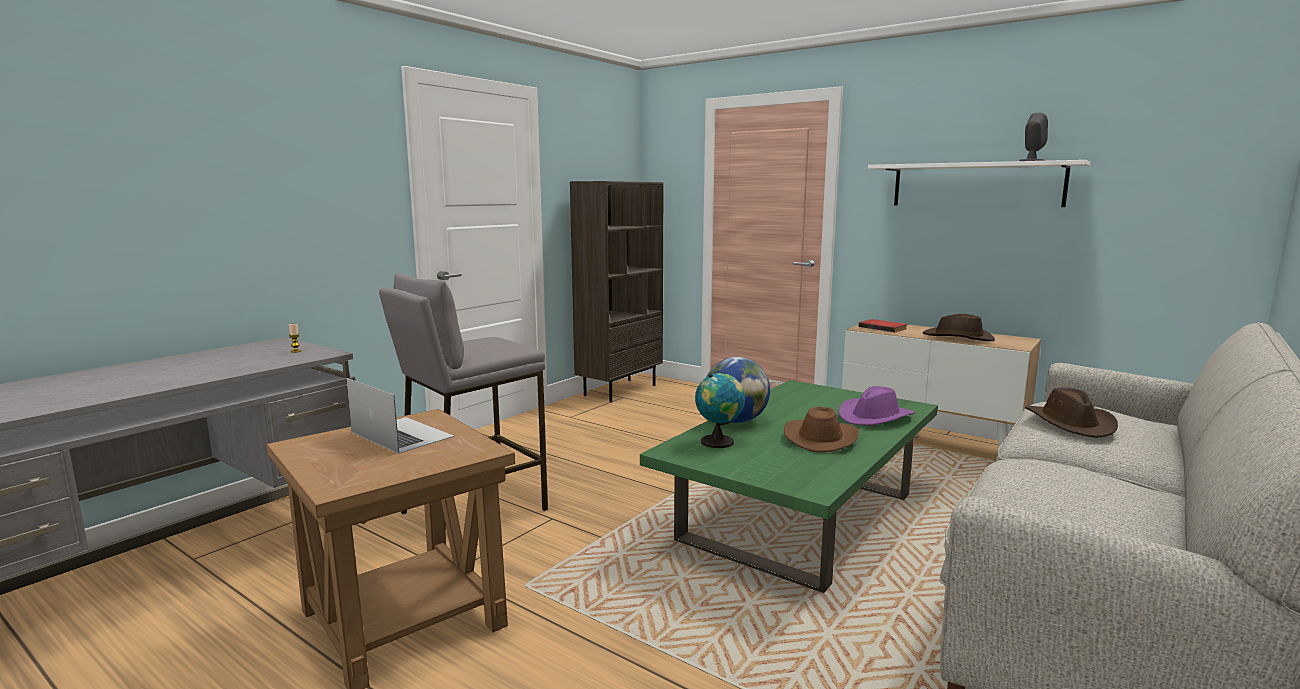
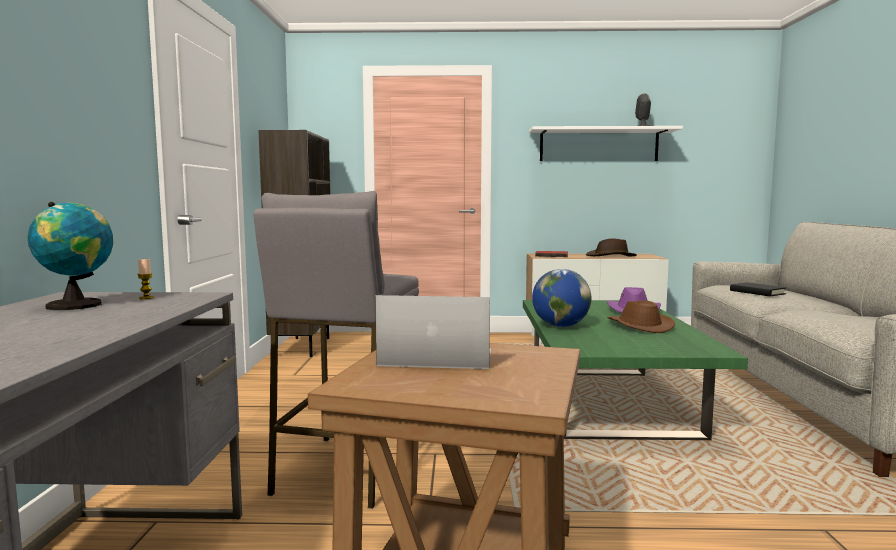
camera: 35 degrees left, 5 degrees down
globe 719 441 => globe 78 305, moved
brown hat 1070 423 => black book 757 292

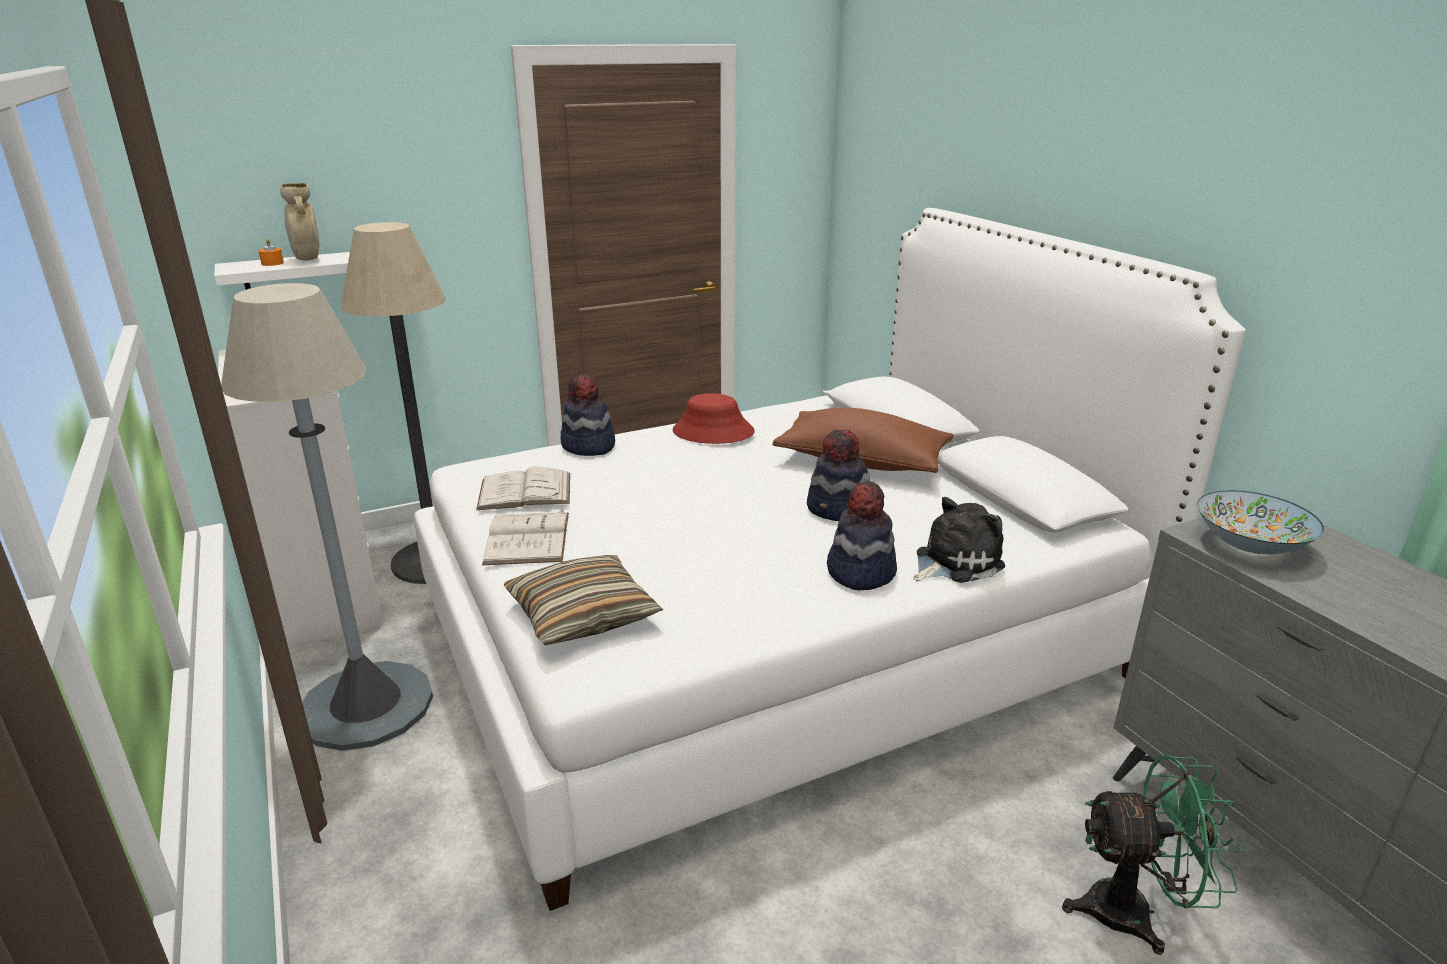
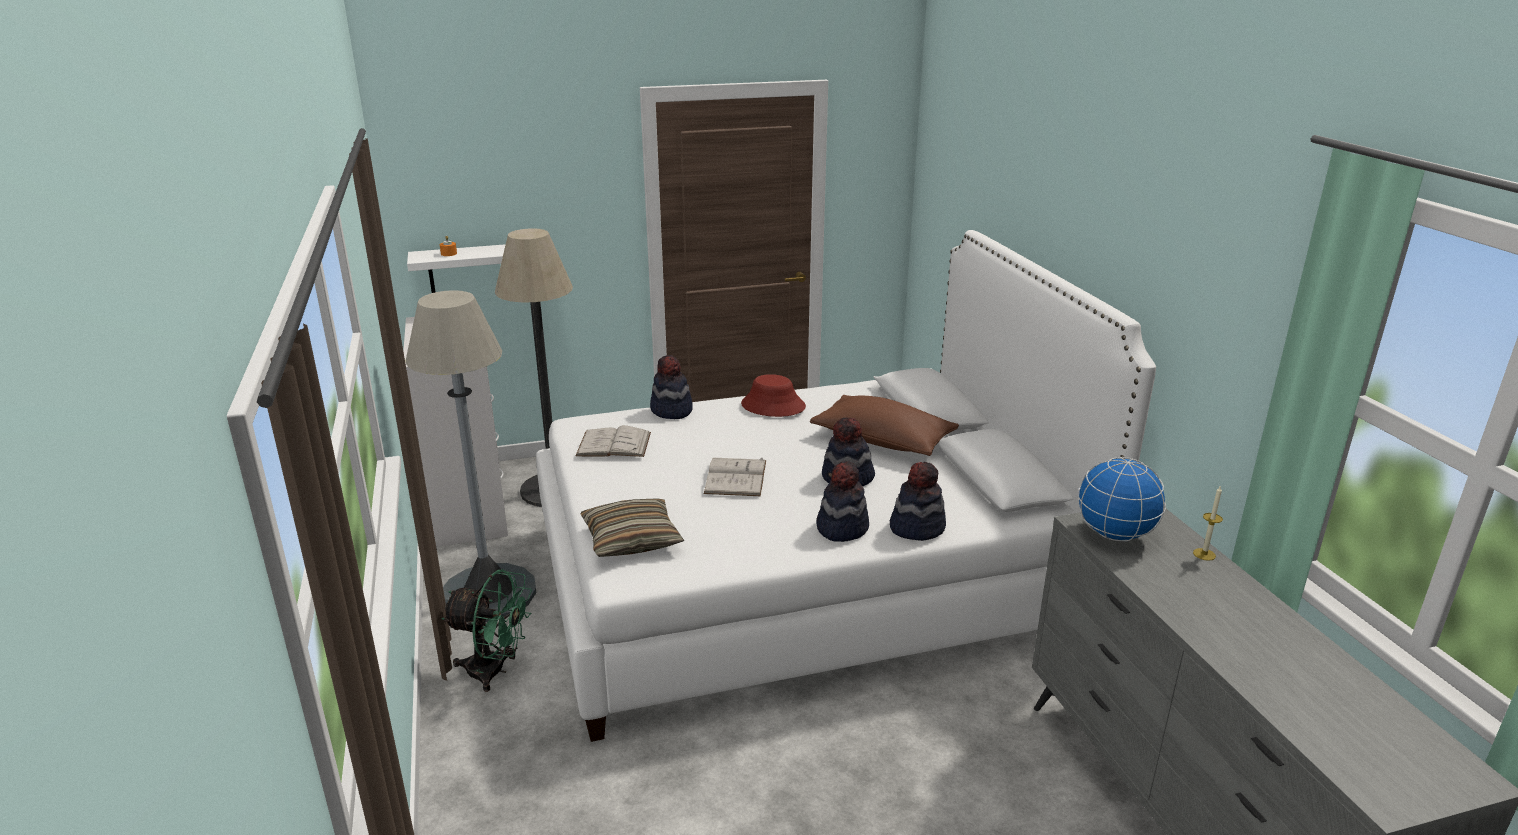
camera: 10 degrees right, 0 degrees up
beige vase 308 259 => nothing
bowl 1250 545 => globe 1114 534
plush toy 954 562 => hat 916 527
white book 527 538 => white book 735 477, moved
green fan 1135 912 => green fan 495 671, moved
nothing => candle 1204 554

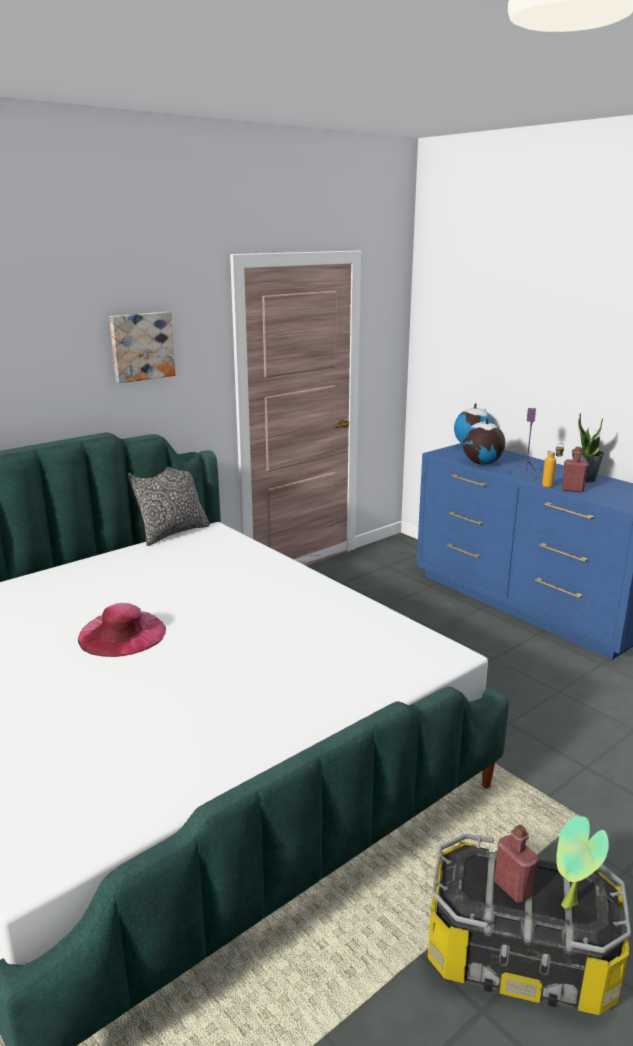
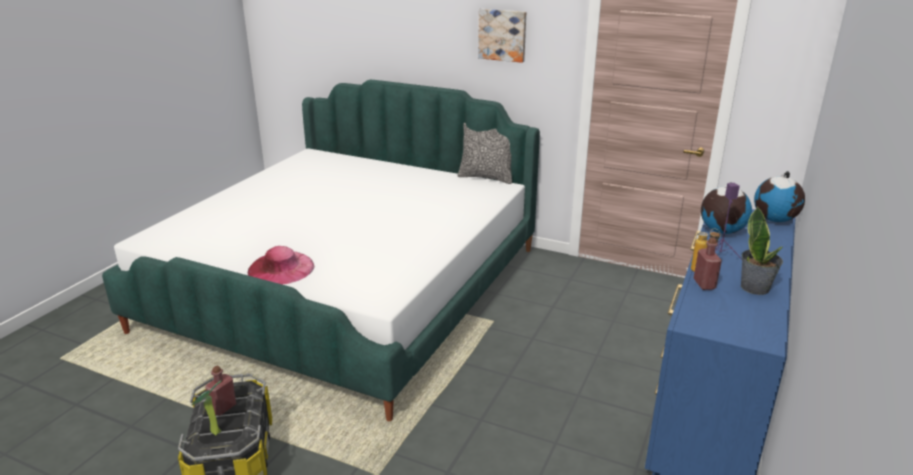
camera: 65 degrees right, 5 degrees up
pink hat 122 633 => pink hat 281 268, moved

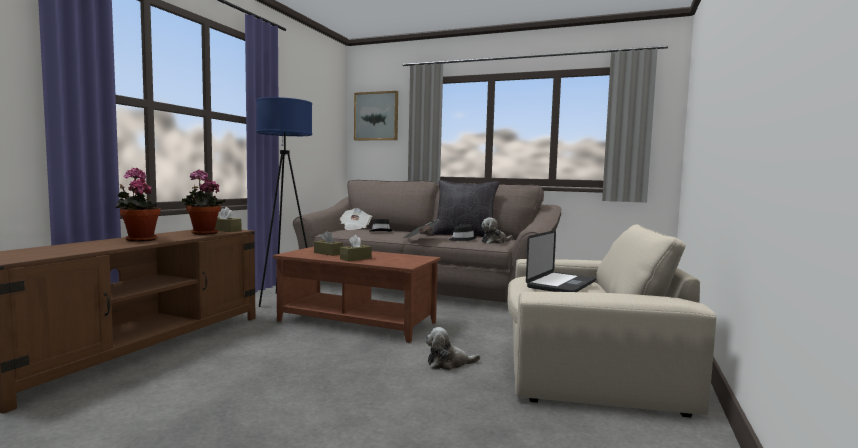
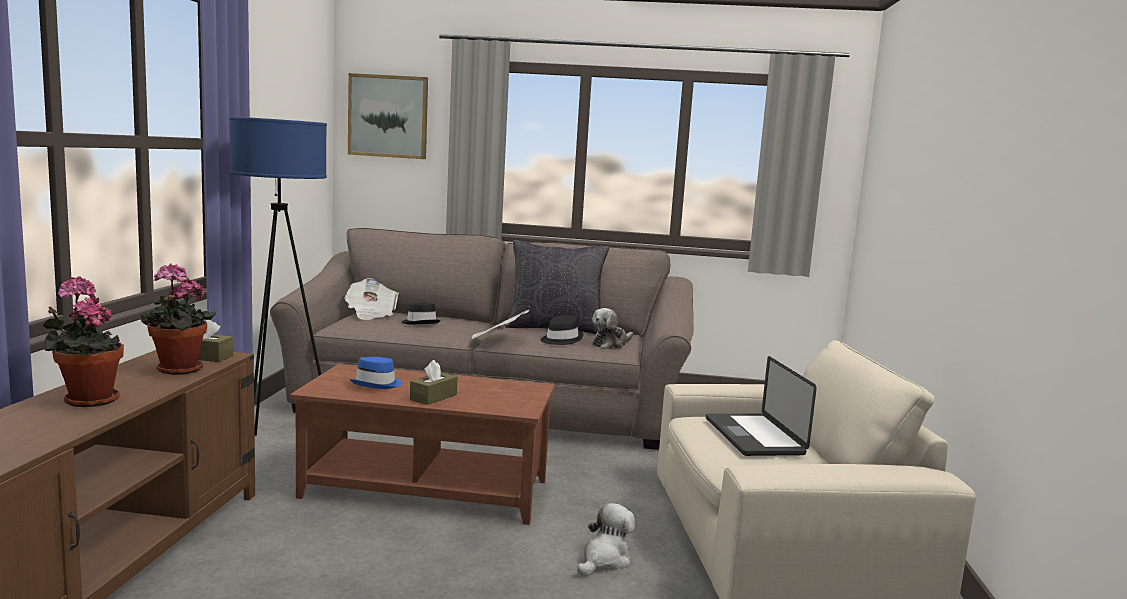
camera: 15 degrees left, 5 degrees up
laptop 561 284 => laptop 753 436, 150 degrees clockwise
brown tissue box 328 253 => blue hat 377 384
plush toy 448 363 => plush toy 605 560, 150 degrees clockwise

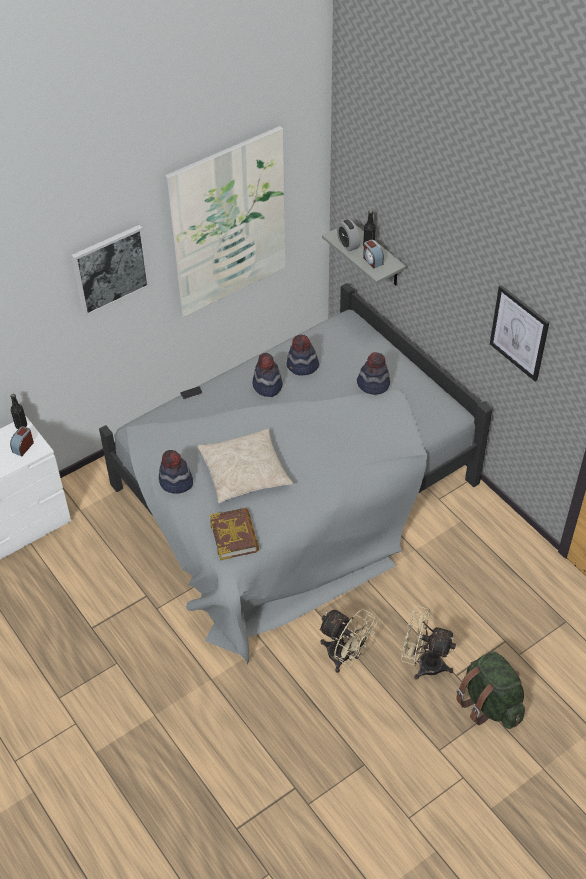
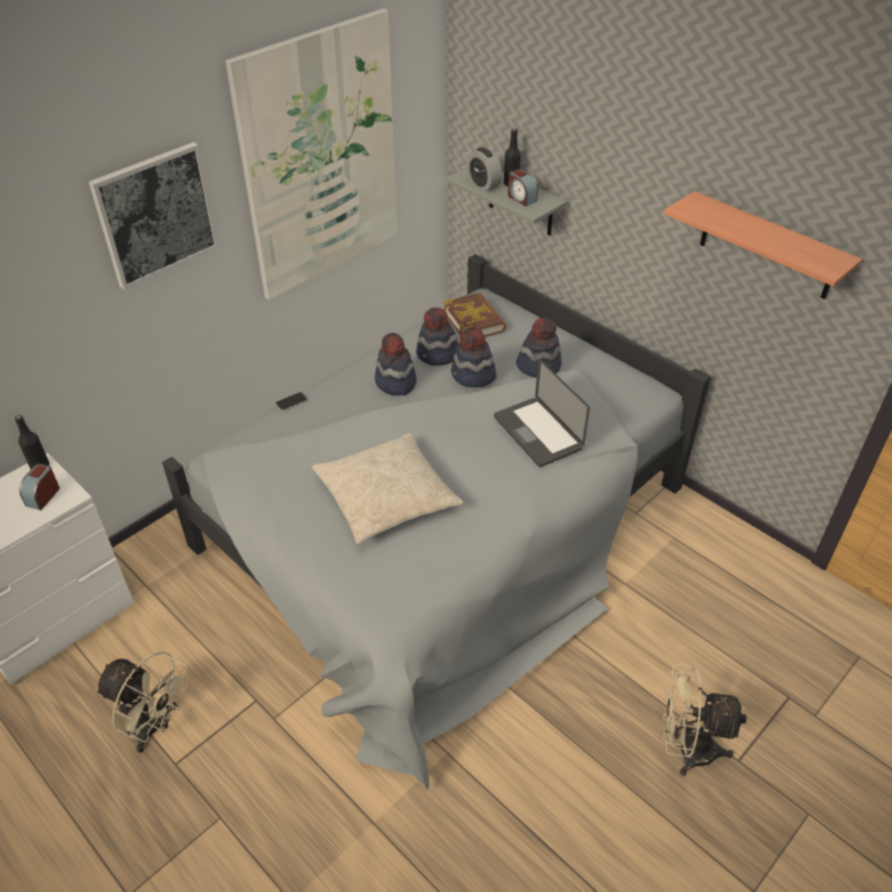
camera: 10 degrees left, 5 degrees down
picture 519 333 => shelf 767 247
hat 176 482 => hat 473 376, moved
book 234 536 => book 474 321, moved
beige fan 345 657 => beige fan 154 726, moved
green backpack 490 704 => nothing
nothing => laptop 537 433

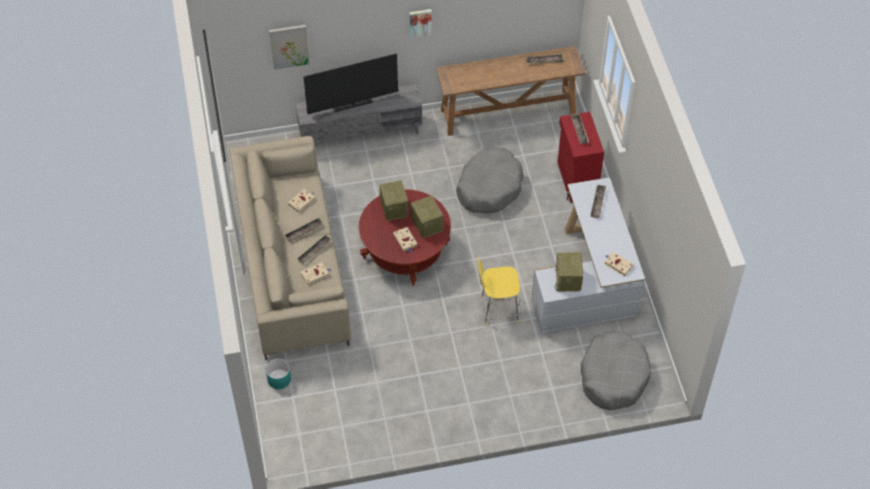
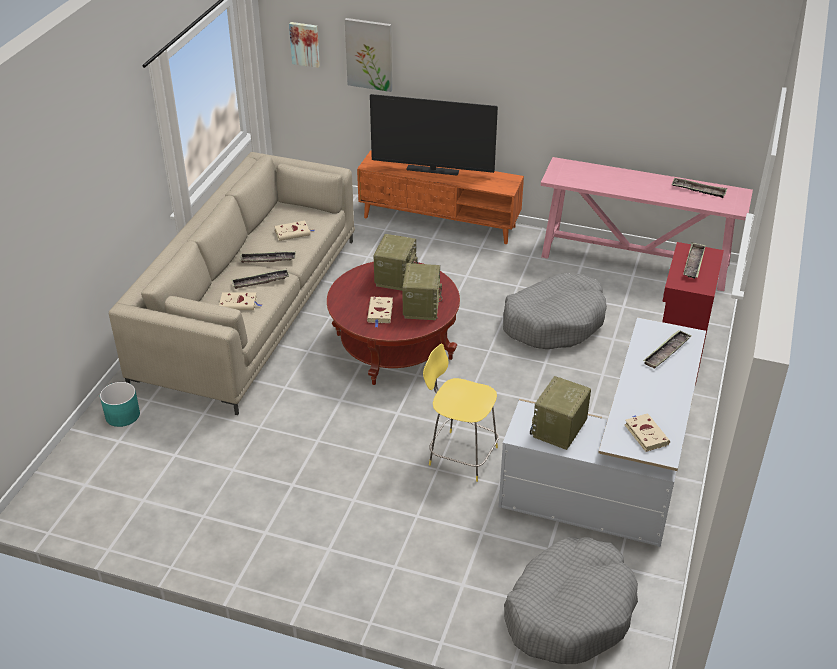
camera: 30 degrees right, 15 degrees down
picture 420 22 => picture 305 44, moved
brown console table 509 112 => pink console table 636 260
grey tv stand 360 132 => orange tv stand 440 221

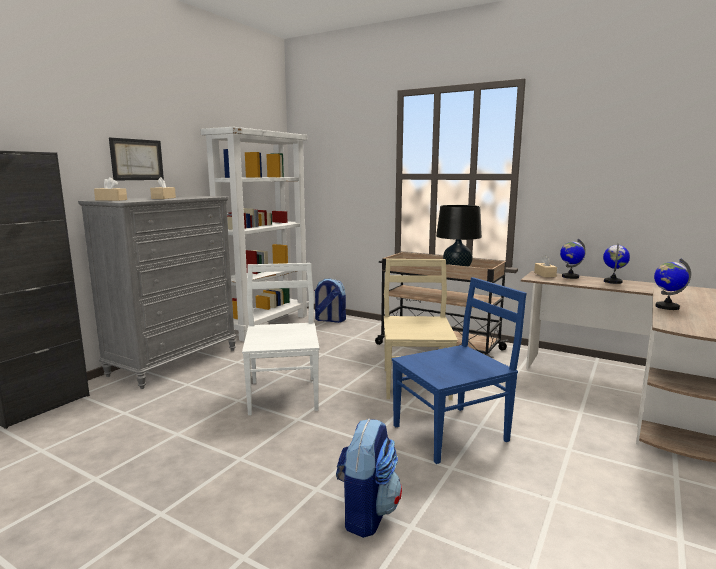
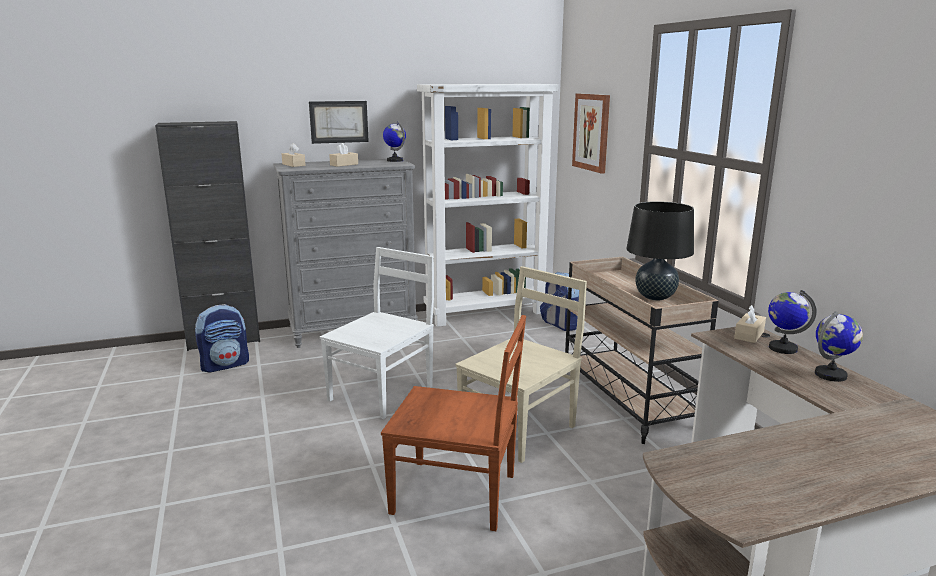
camera: 40 degrees right, 5 degrees up
globe 666 307 => globe 395 160, moved
blue chair 452 432 => brown chair 457 495
backpack 366 513 => backpack 225 365, moved
nothing => picture 591 132

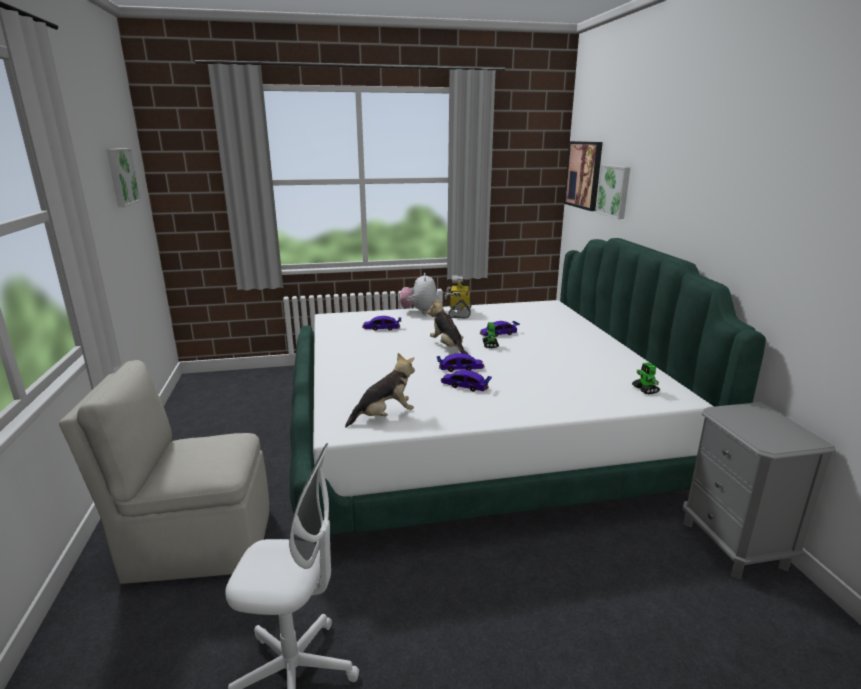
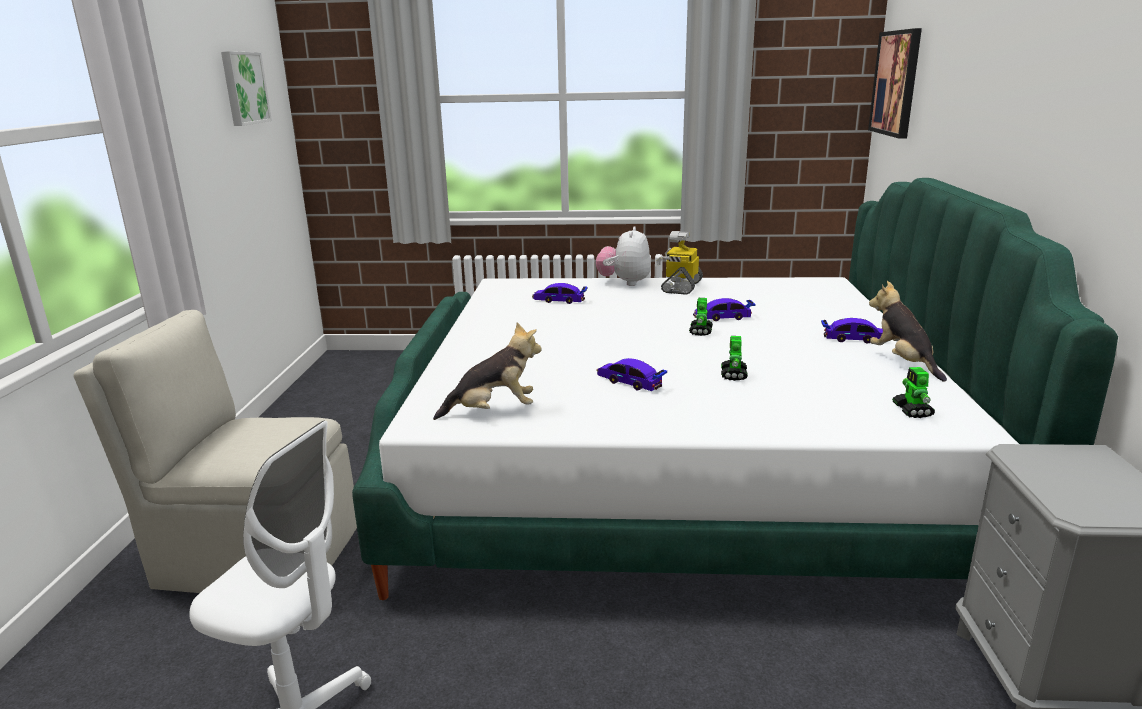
camera: 15 degrees right, 0 degrees up
picture 614 191 => nothing
plush toy 447 347 => plush toy 903 362, moved
toy car 460 368 => toy car 854 339, moved
nothing => toy robot 733 375

